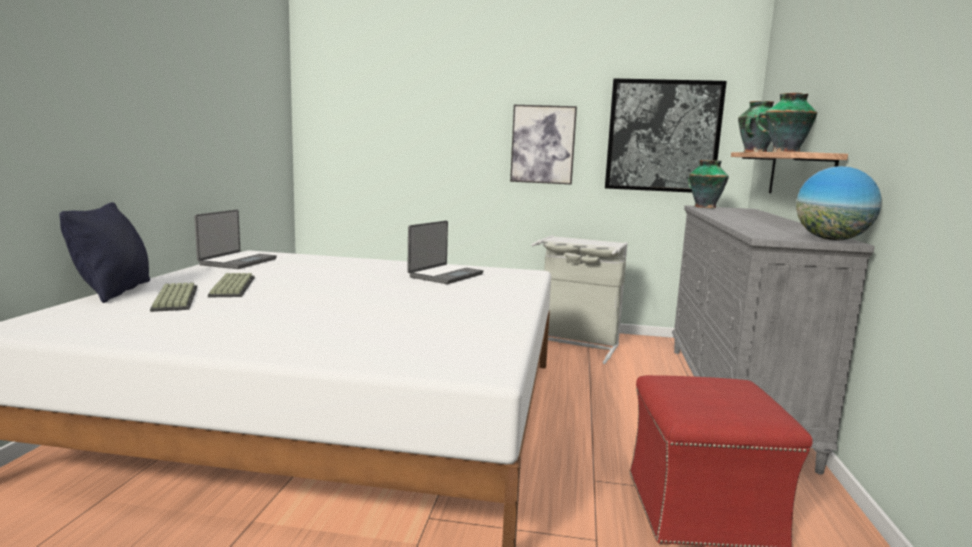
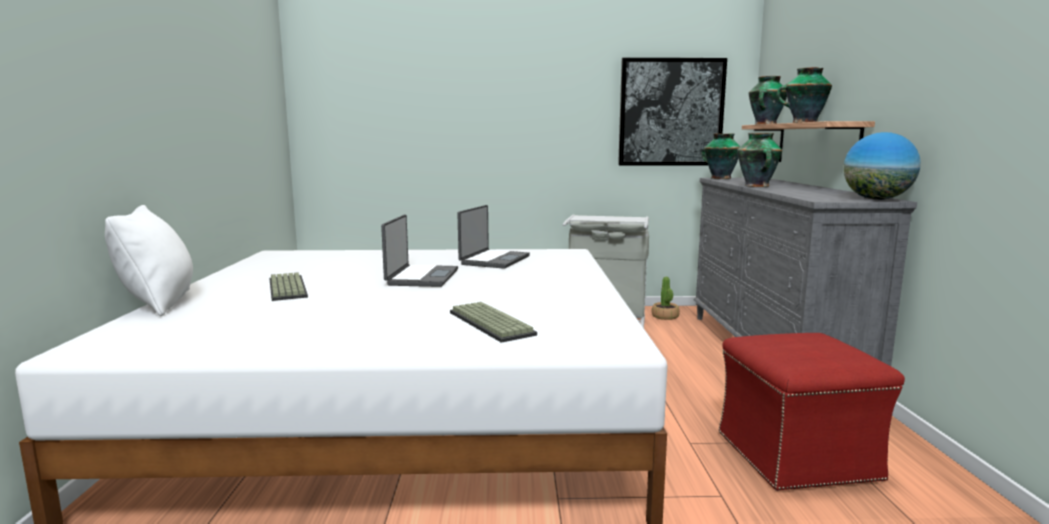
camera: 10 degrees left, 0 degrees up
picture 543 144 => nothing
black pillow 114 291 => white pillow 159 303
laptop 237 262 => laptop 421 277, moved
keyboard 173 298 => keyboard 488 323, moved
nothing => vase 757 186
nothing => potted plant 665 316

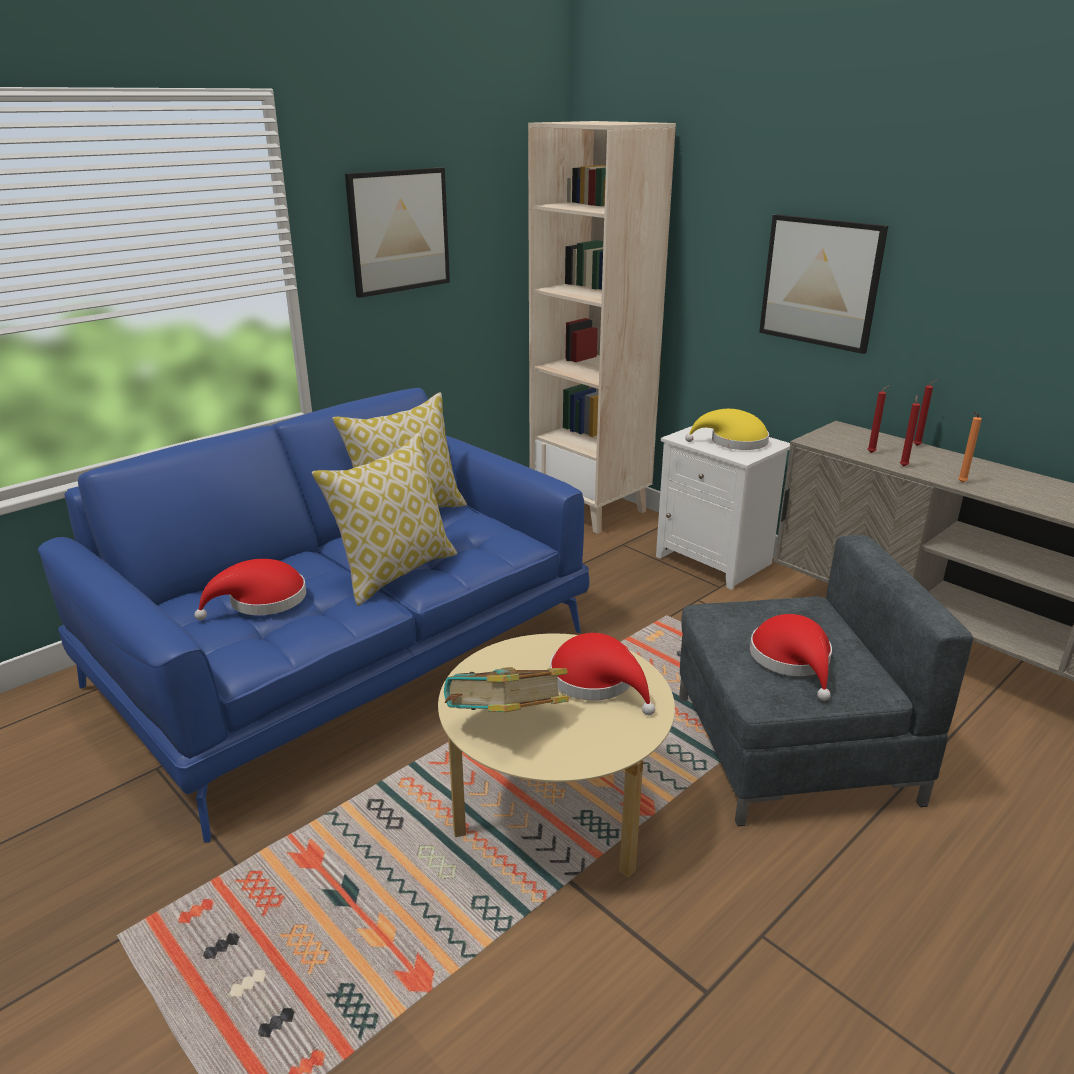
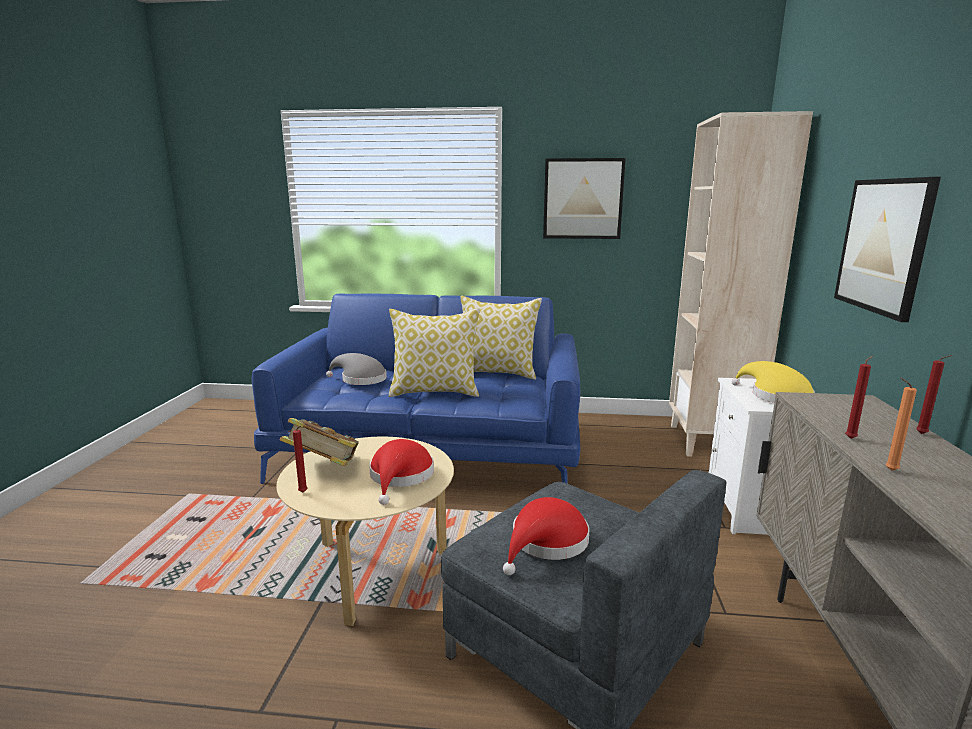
camera: 50 degrees right, 10 degrees down
red candle 872 452 => red candle 304 493, moved
red hat 262 601 => grey hat 360 379

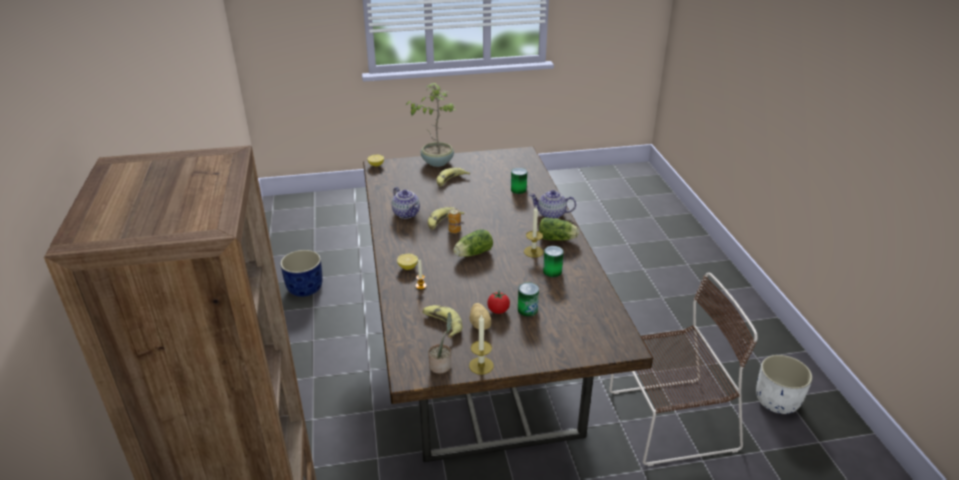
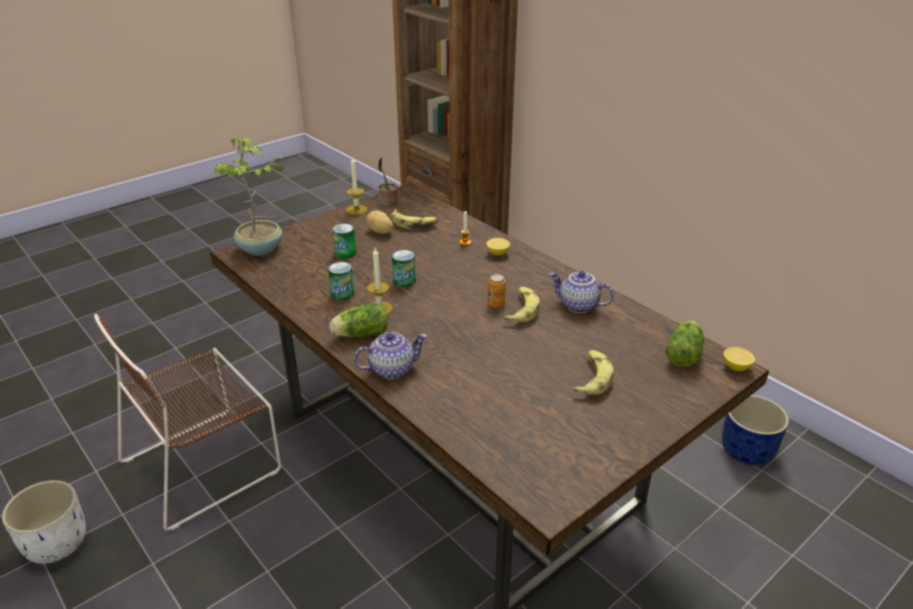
camera: 150 degrees right, 0 degrees up
potted plant 437 162 => potted plant 261 249, moved
can 518 190 => can 404 281, moved
lettuce 472 254 => lettuce 684 353, moved
tomato 498 310 => nothing

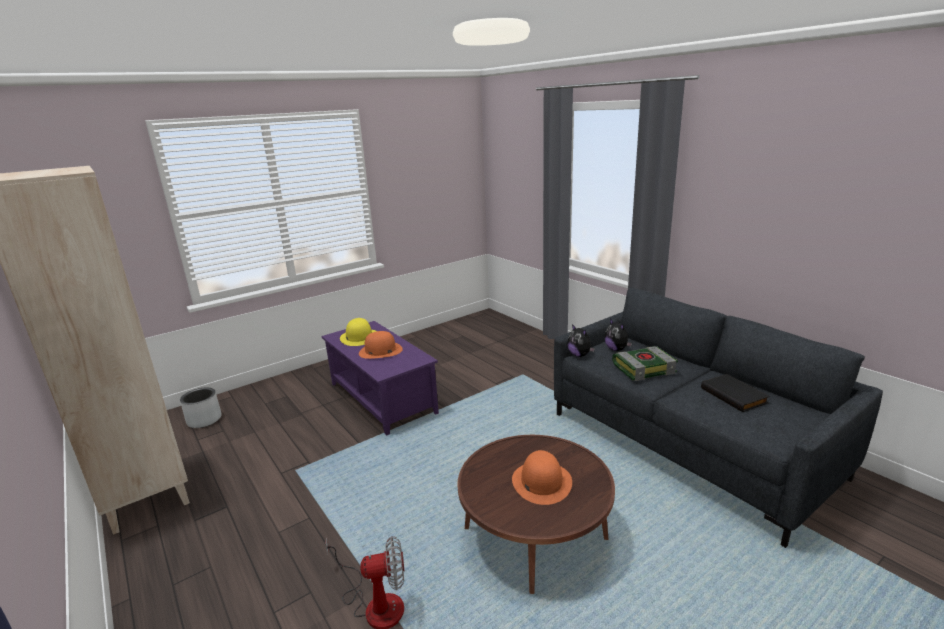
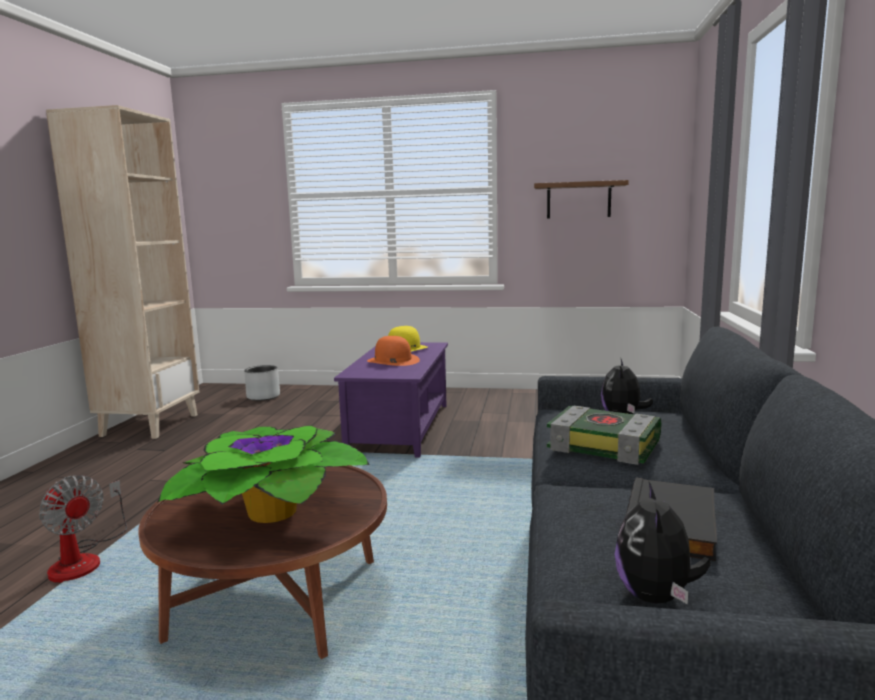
camera: 45 degrees right, 10 degrees down
plush toy 579 355 => plush toy 656 597, moved
orange hat 541 482 => potted plant 270 509
nothing => brown shelf 578 200

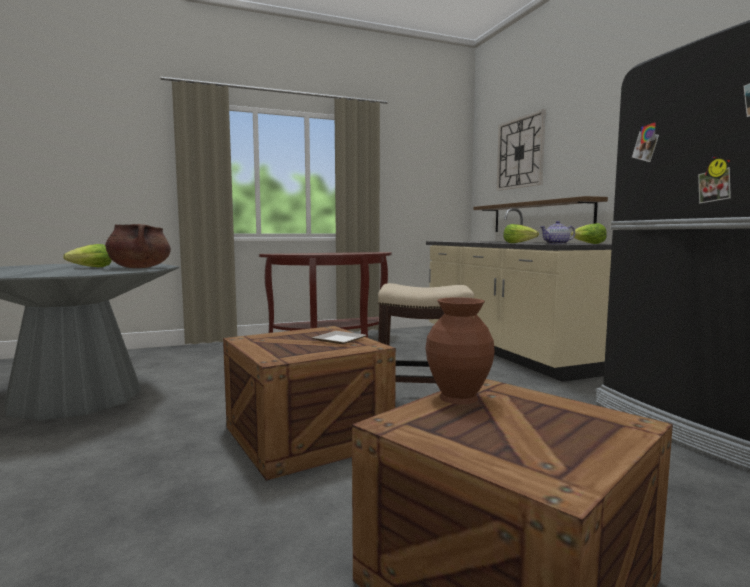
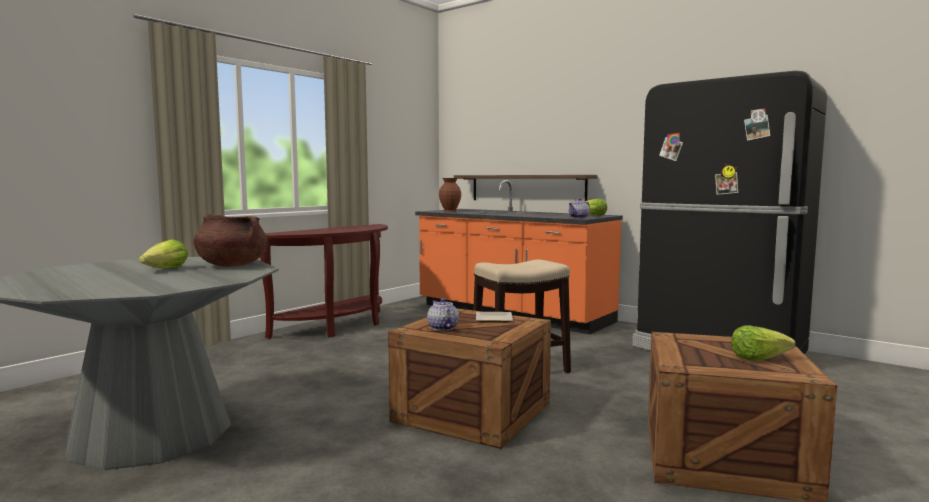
camera: 30 degrees left, 0 degrees up
wall clock 520 153 => nothing
beige counter 506 350 => orange counter 512 314
lettuce 519 243 => lettuce 758 358, moved
brown vase 459 398 => brown vase 450 211, moved
nothing => teapot 442 328

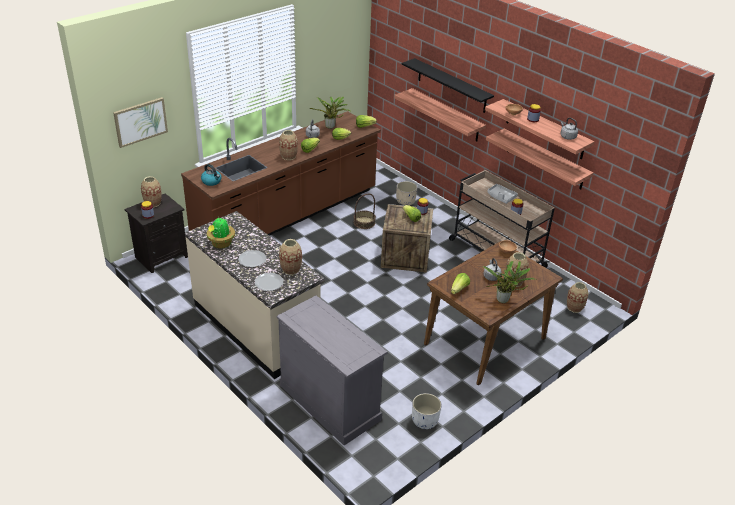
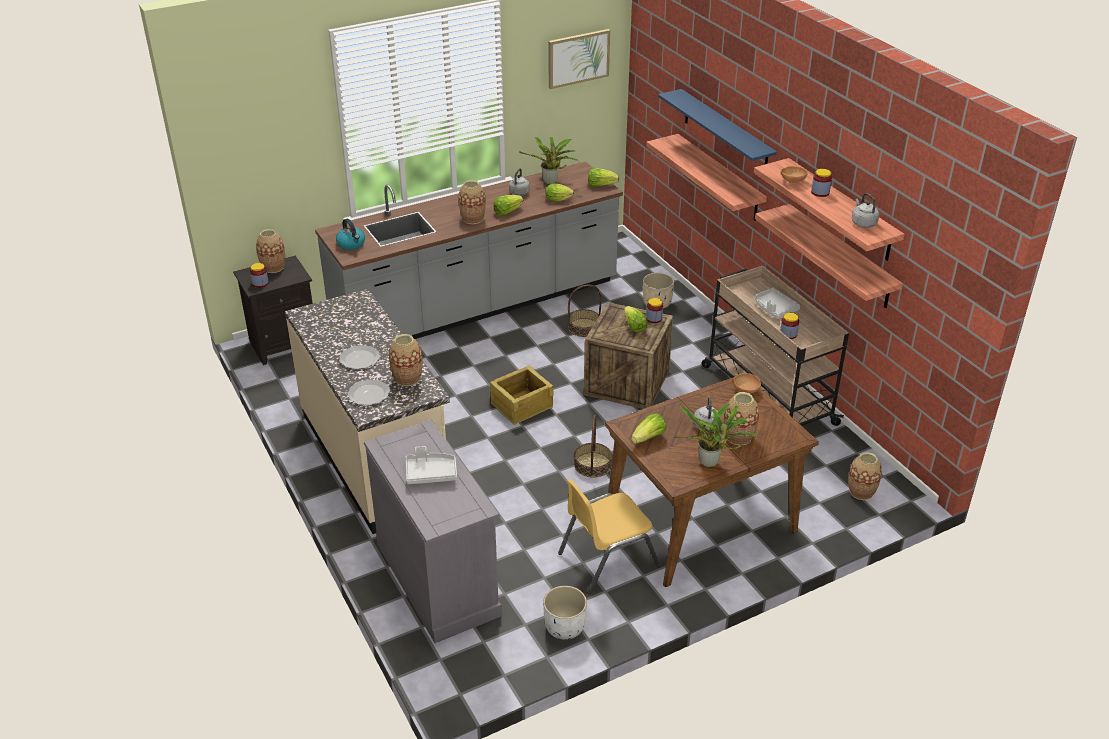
camera: 15 degrees right, 0 degrees up
black shelf 451 86 => blue shelf 725 133
picture 140 121 => picture 578 58, moved
brown counter 287 217 => grey counter 477 307
potted plant 221 244 => nothing
nothing => crate 521 405
nothing => basket 593 465
nothing => grey tray 431 473
nothing => yellow chair 607 559

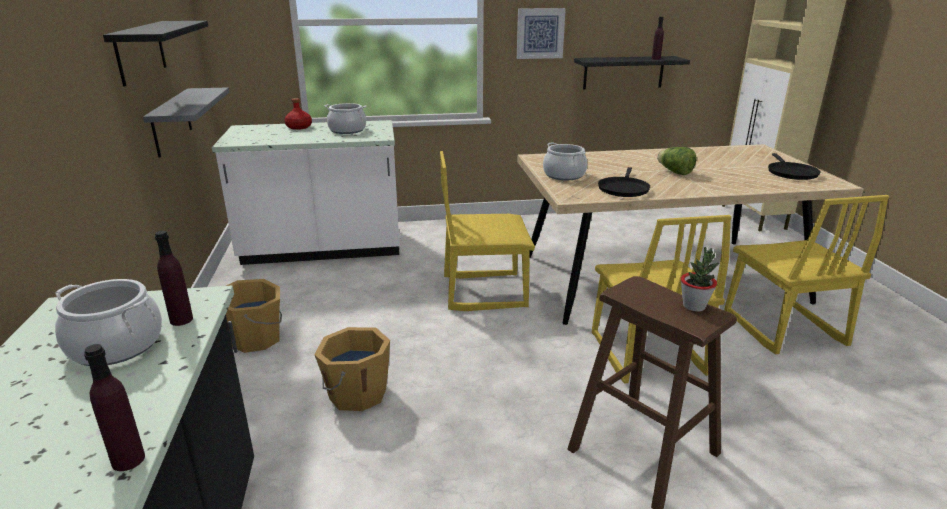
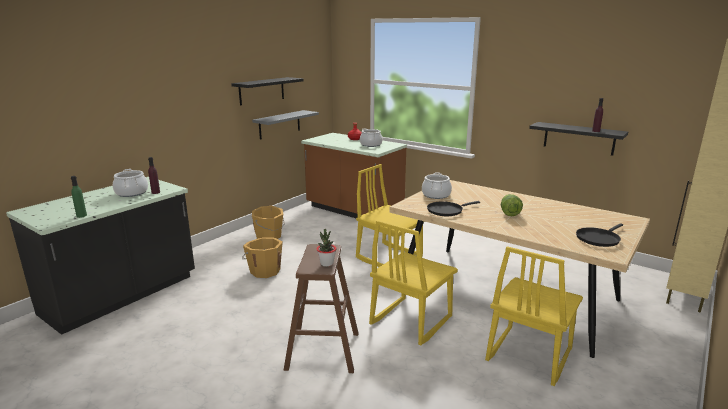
camera: 45 degrees right, 5 degrees down
picture 540 33 => nothing
white counter 322 250 => brown counter 353 211
purple bottle 128 460 => green bottle 81 215

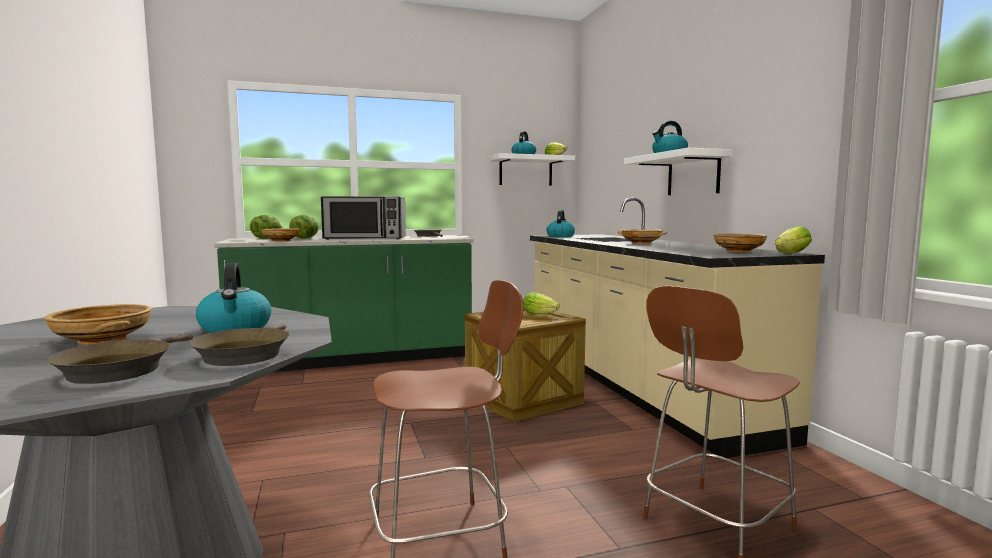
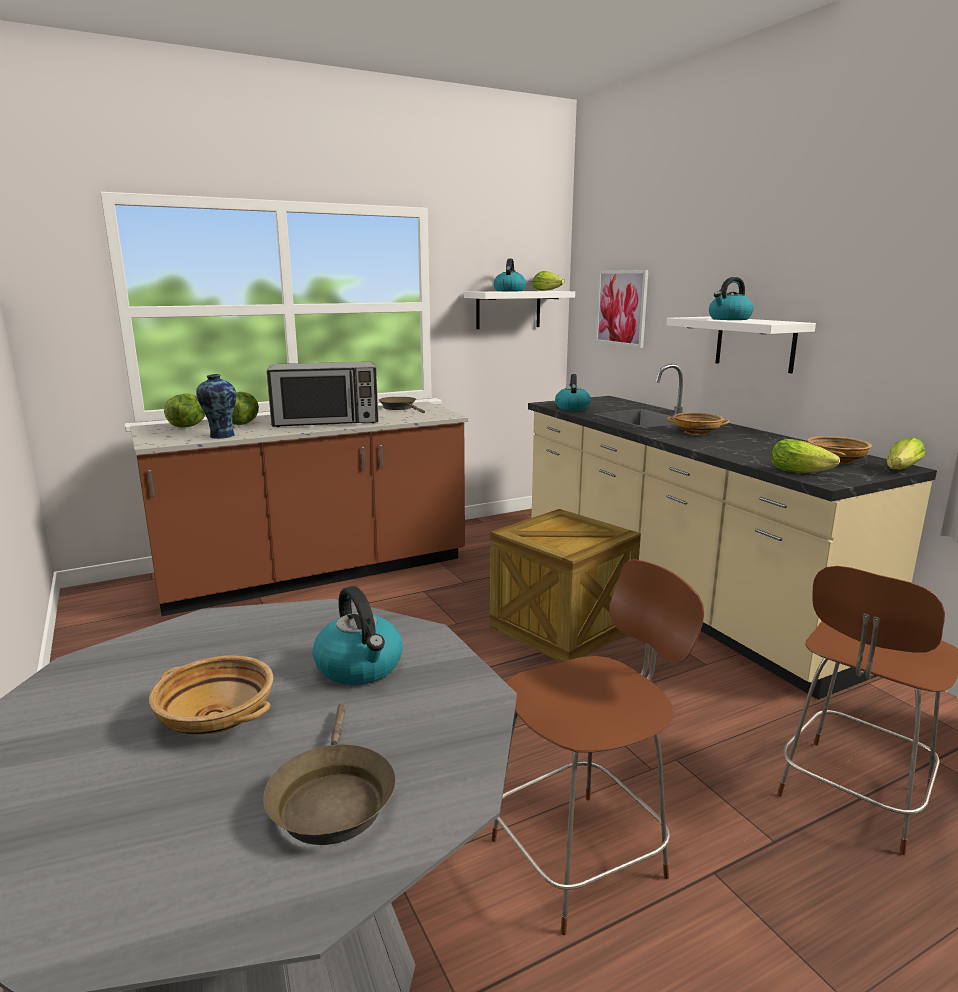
camera: 10 degrees left, 10 degrees up
beige bowl 281 240 => vase 220 436
green counter 354 359 => brown counter 316 574
lettuce 541 314 => lettuce 803 472, moved
brown frying pan 245 354 => nothing
nothing => picture 621 308

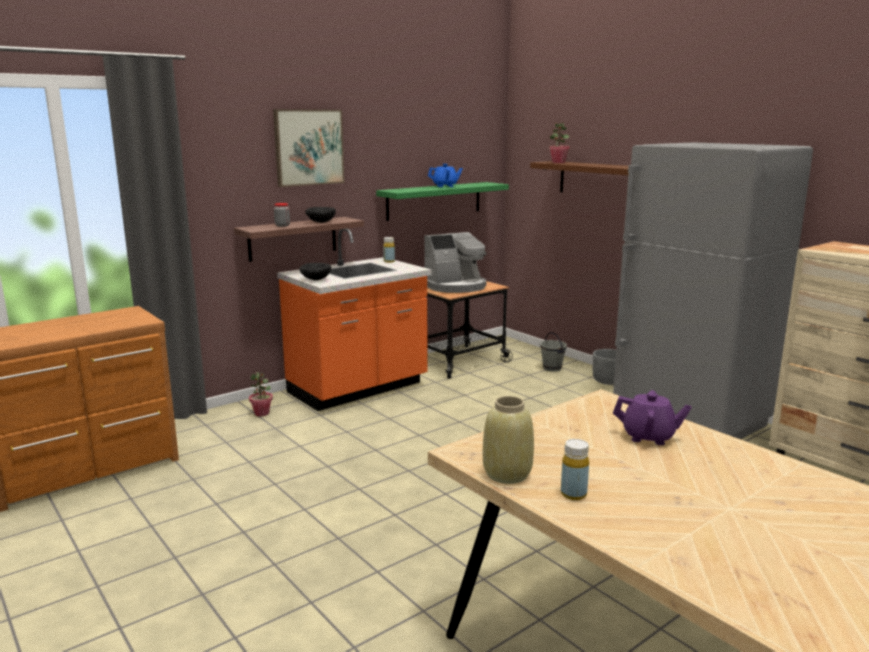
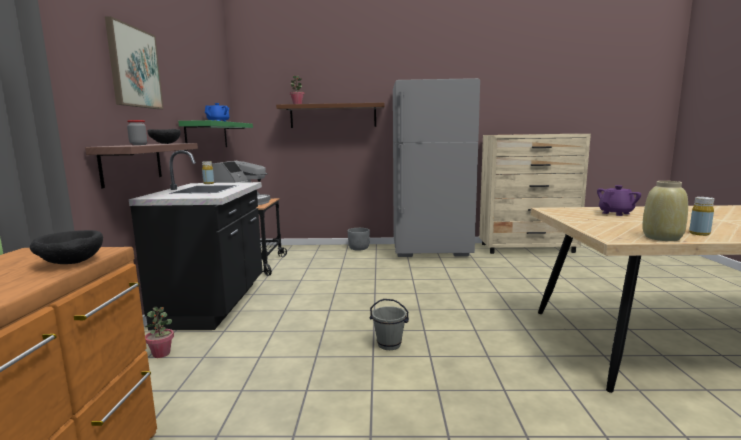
camera: 50 degrees left, 5 degrees down
orange counter 358 389 => black counter 215 304
black bowl 315 279 => black bowl 70 263, moved
grey bucket 552 368 => grey bucket 389 344, moved

